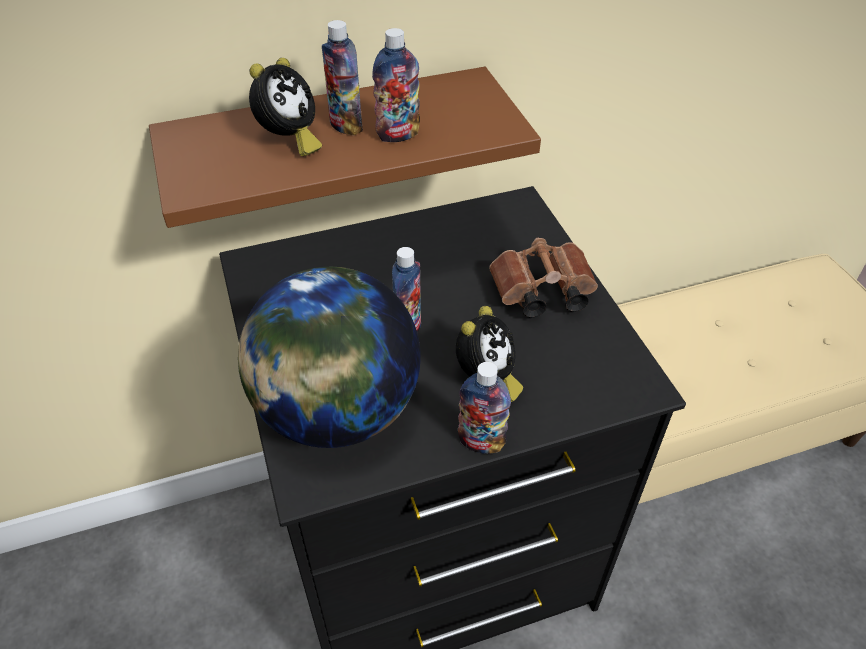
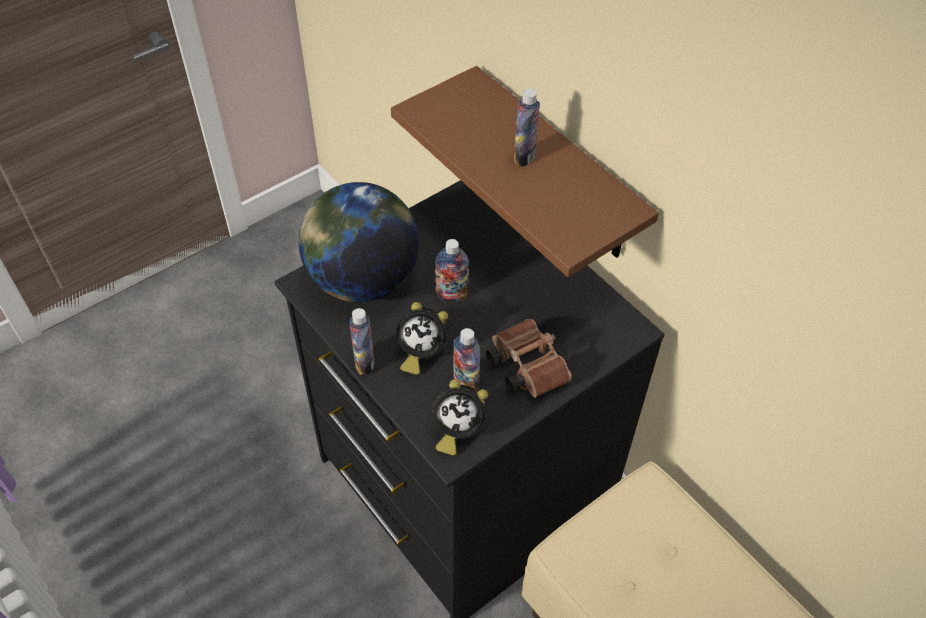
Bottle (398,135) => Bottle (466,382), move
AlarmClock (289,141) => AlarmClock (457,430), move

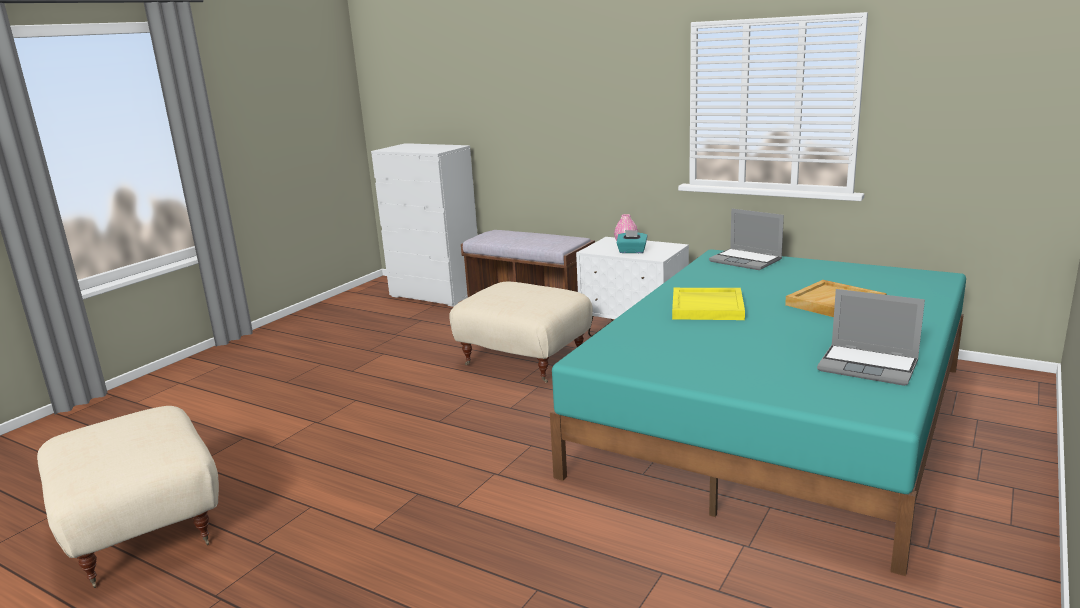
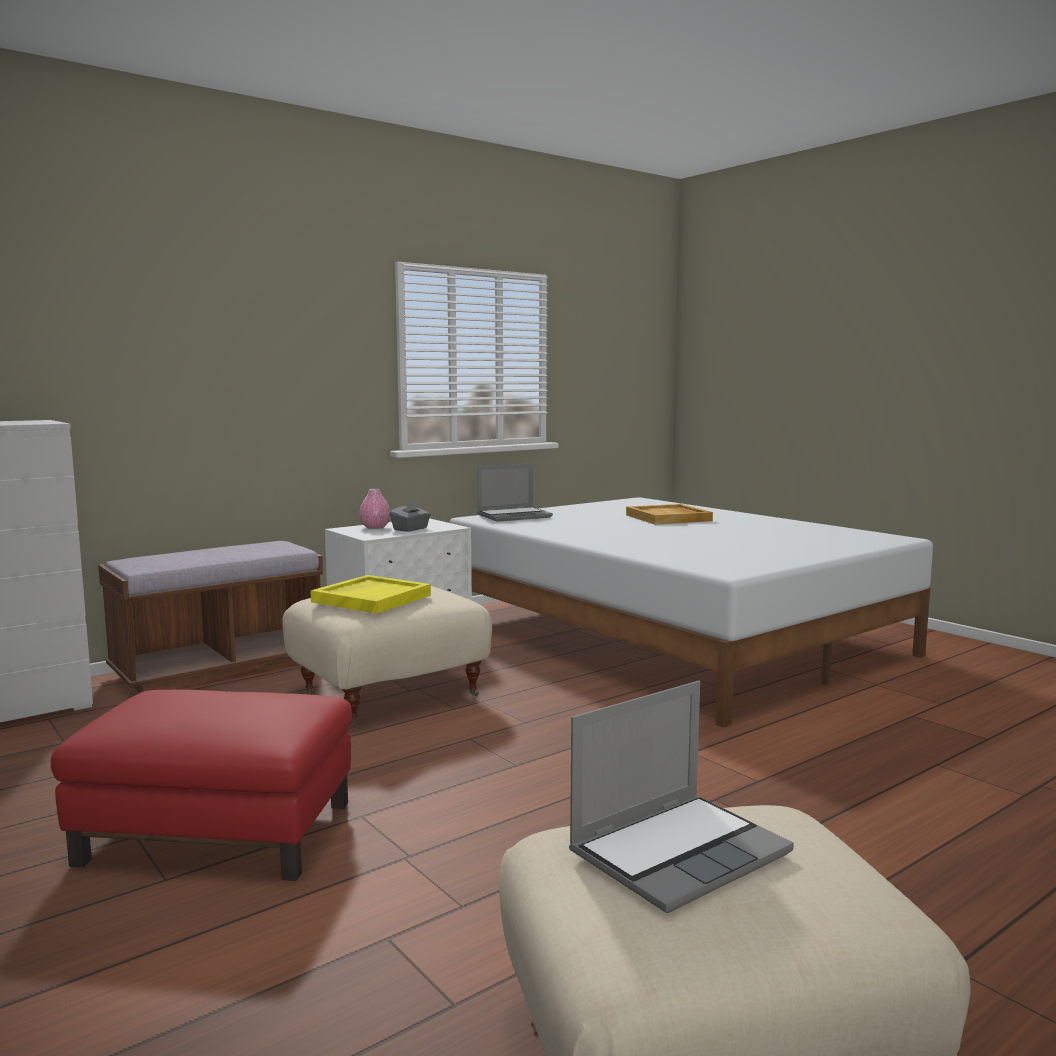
TurquoiseTissueBox (632,251) => GreyTissueBox (411,529)
TurquoiseBed (776,418) => WhiteBed (670,636)
YellowTray (708,307) => YellowTray (371,598), move
Laptop (869,366) => Laptop (679,852), move
nothing => RedOttoman (216,833)

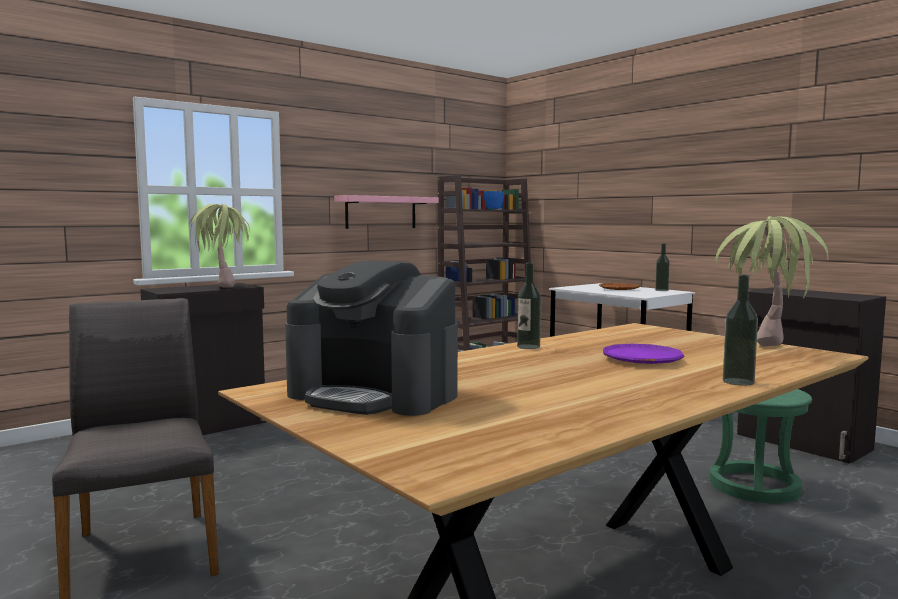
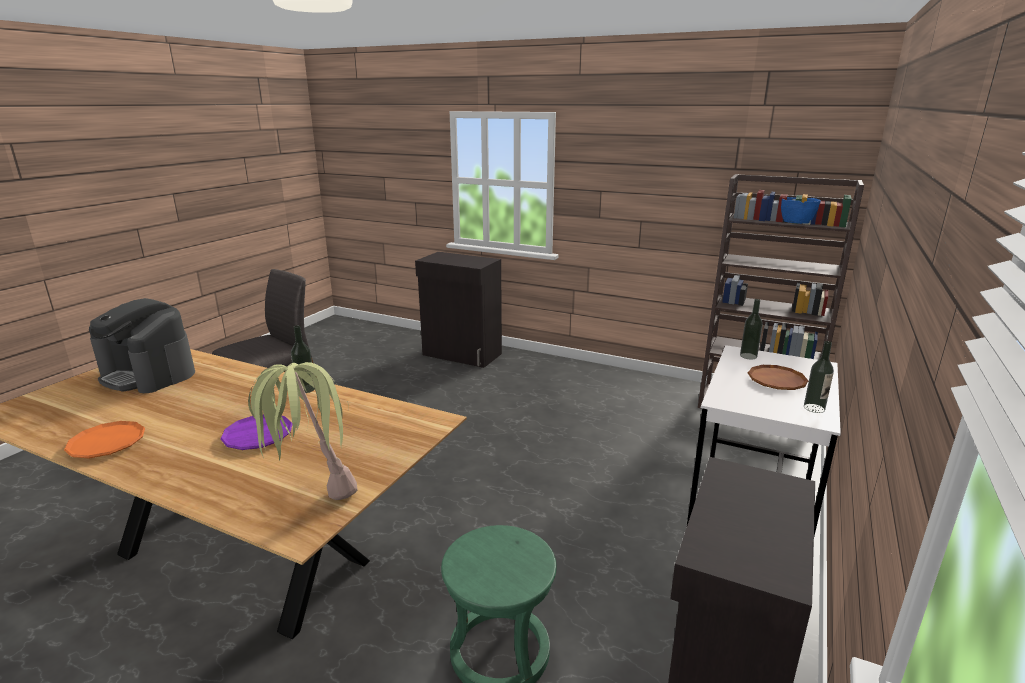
PinkShelf (381,212) => nothing
PottedPlant (223,286) => nothing
CoffeeMachine (375,394) => CoffeeMachine (148,374), 60 degrees counterclockwise
Bottle (738,382) => Bottle (748,356), move
nothing => OrangePlate (107,444)

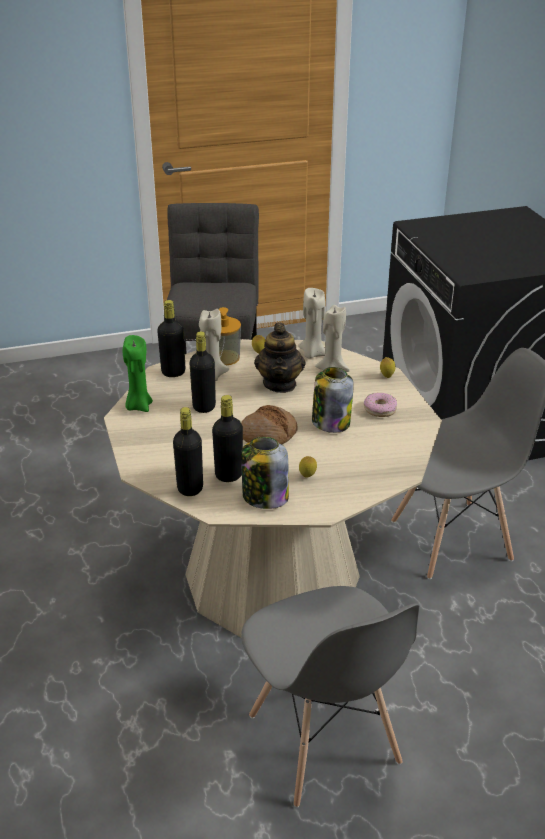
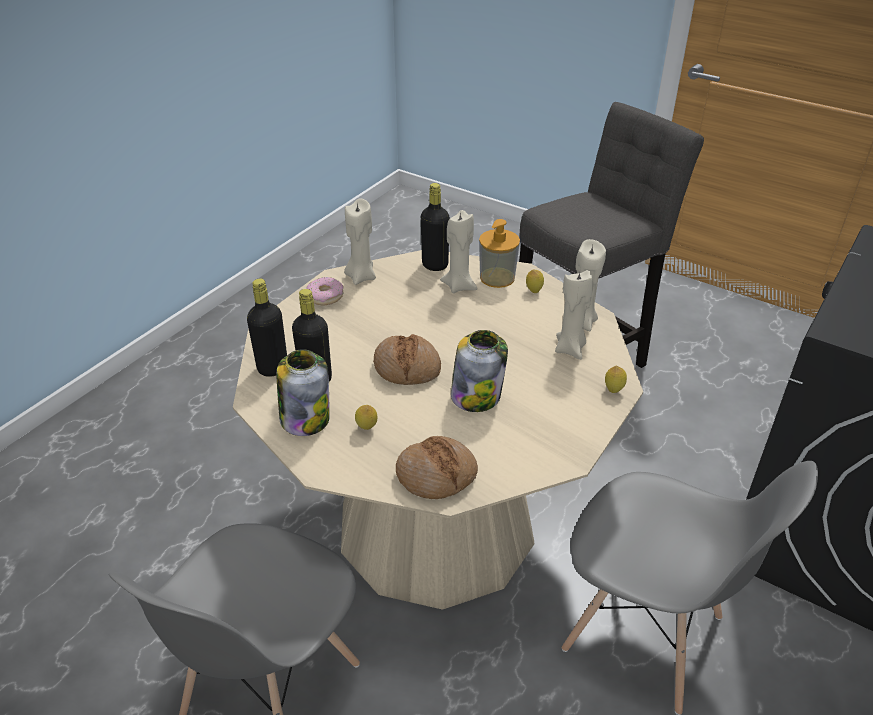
Teapot (280,384) => nothing
BlackBottle (204,407) => nothing
GreenCandle (138,406) => BeigeCandle (361,276)
Donut (380,409) => Donut (325,296), move
nothing => Bread (436,475)

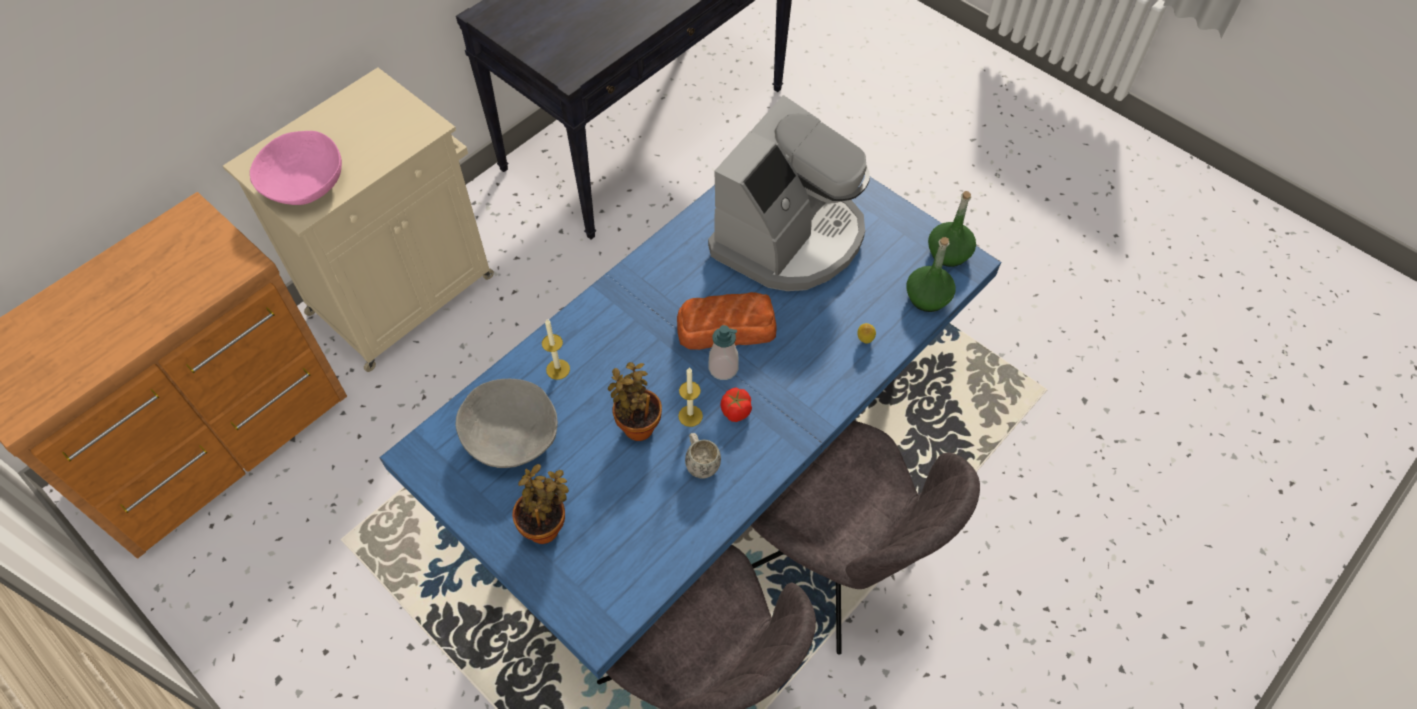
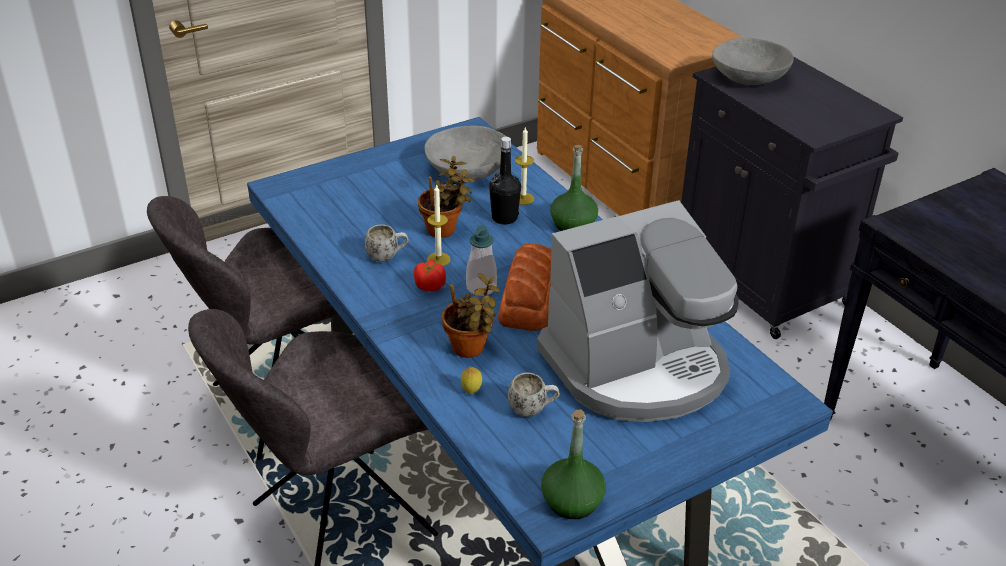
BeigeCabinet (404,292) => BlackCabinet (762,284)
CoffeeMachine (789,237) => CoffeeMachine (637,367), 75 degrees counterclockwise
PinkBowl (304,183) => GreyBowl (749,77)
GreenBottle (927,298) => GreenBottle (573,224), move
PottedPlant (546,526) => PottedPlant (471,349), move
nothing => BlackBottle (504,218)
nothing => WhiteMug (533,409)

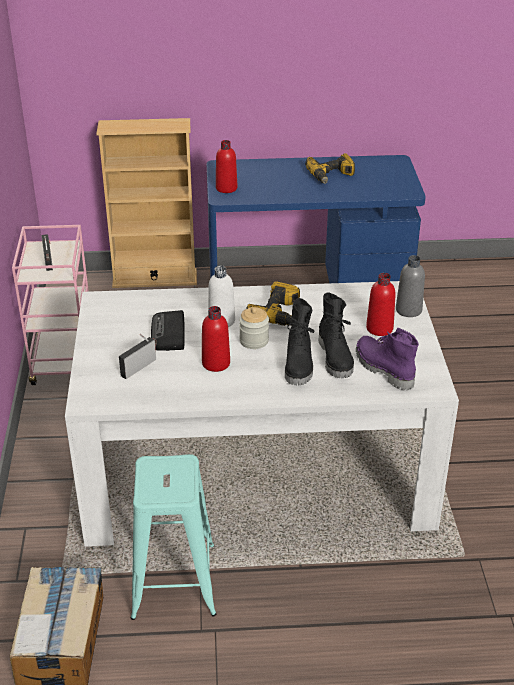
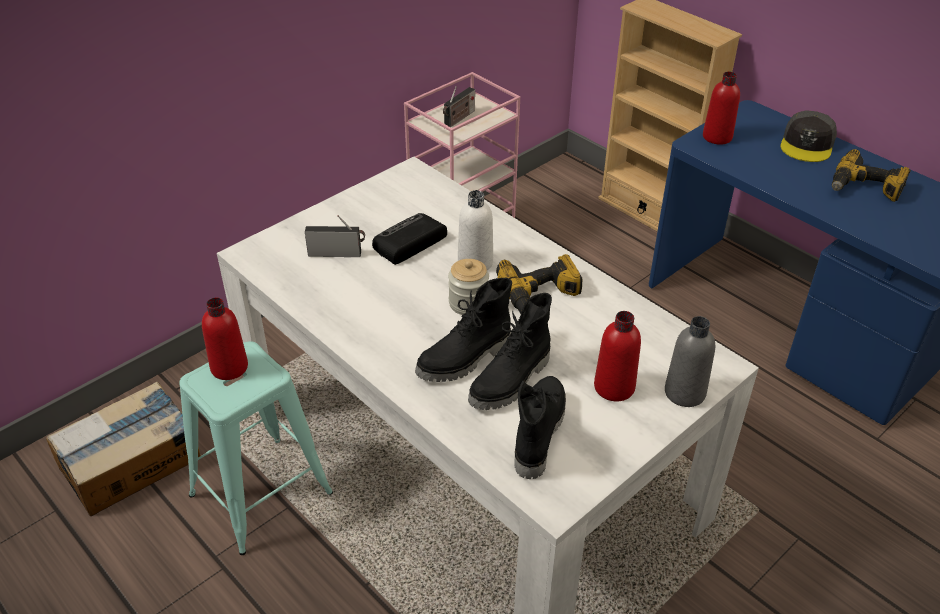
RedBottle (216,363) => RedBottle (229,367), move
PurpleBoot (382,369) => BlackBoot (537,432)
nothing => GreyCap (807,144)

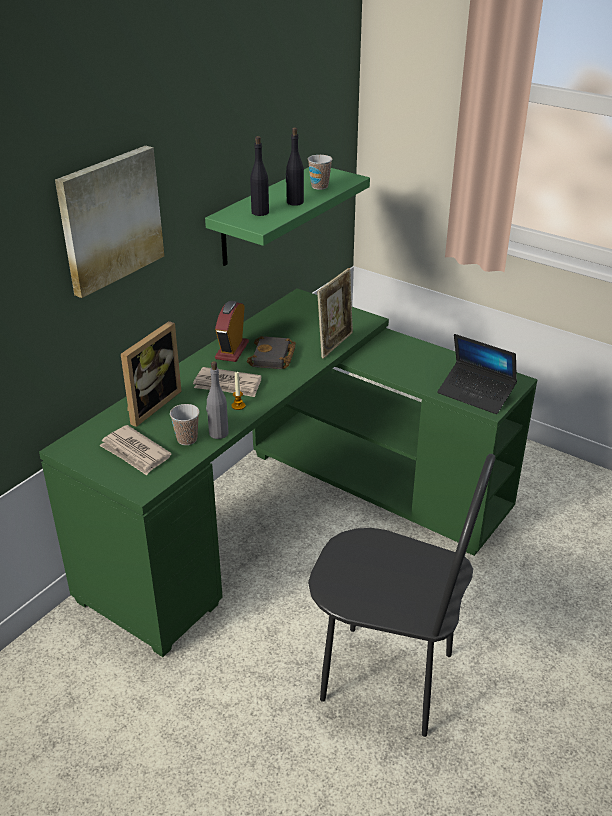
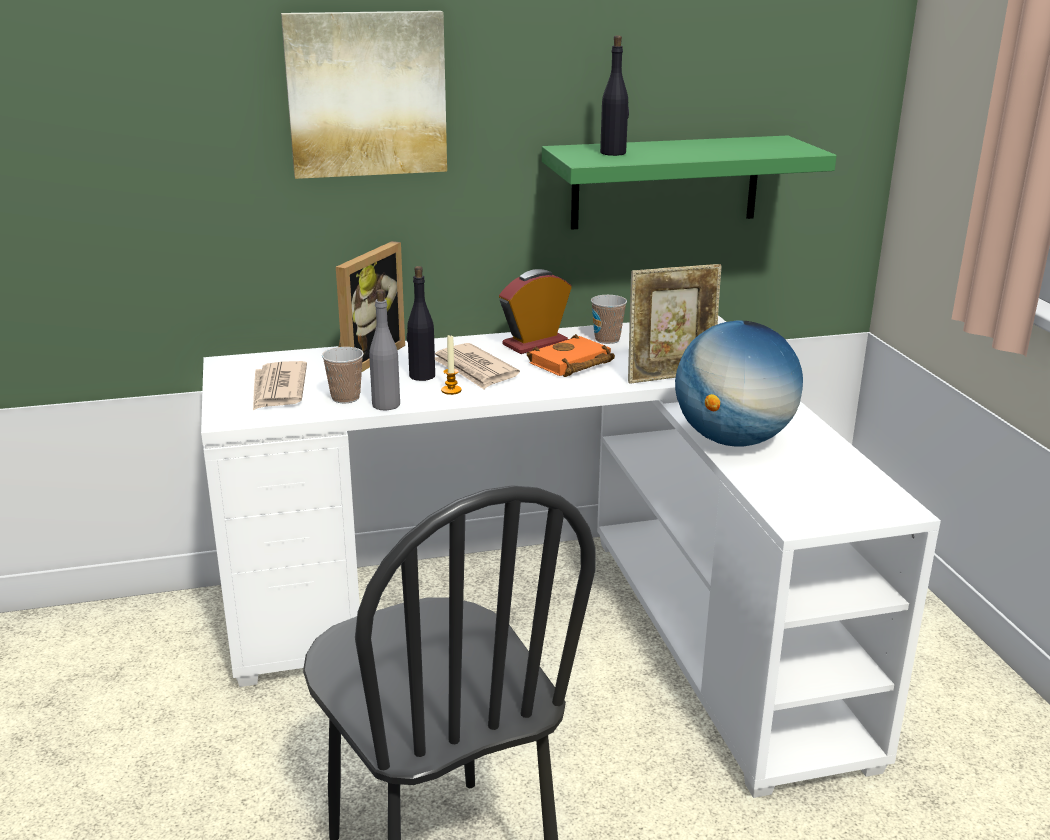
BlackBottle (294,202) => BlackBottle (421,376), move
Cup (319,186) => Cup (607,339), move
GreenDesk (291,516) => WhiteDesk (560,624)
PictureFrame (149,405) => PictureFrame (365,358), 45 degrees counterclockwise
Laptop (476,394) => nothing
BlackBook (273,357) => OrangeBook (571,364)
nothing => Globe (733,440)

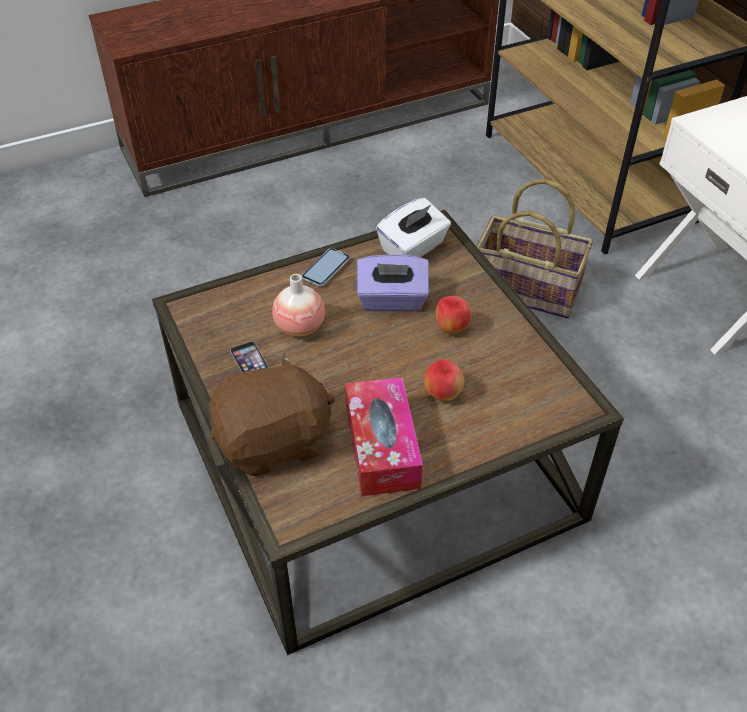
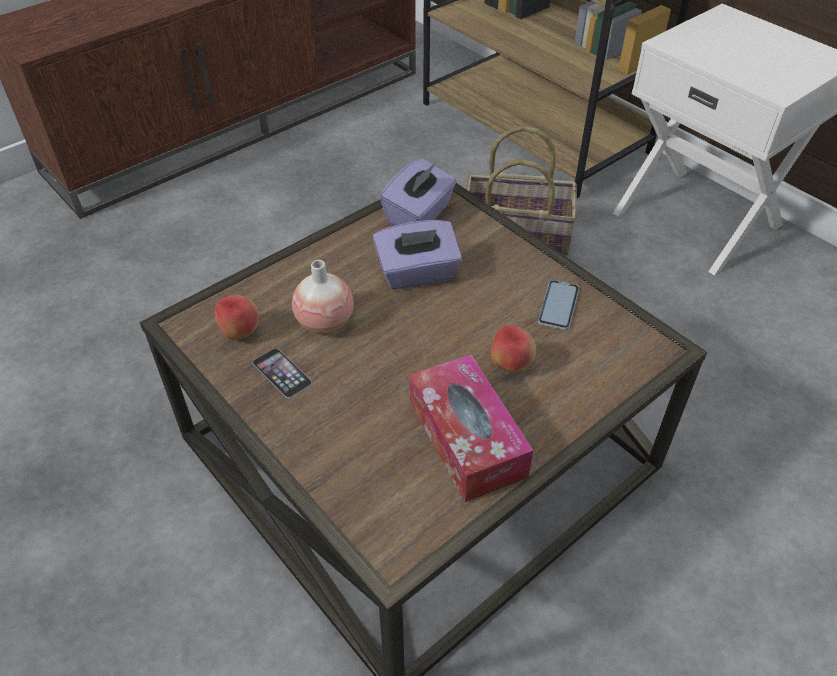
WhiteTissueBox (413,248) => PurpleTissueBox (419,215)
Phone (326,268) => Phone (558,306), move
Apple (451,329) => Apple (240,333), move
BrownPlushToy (274,442) => nothing

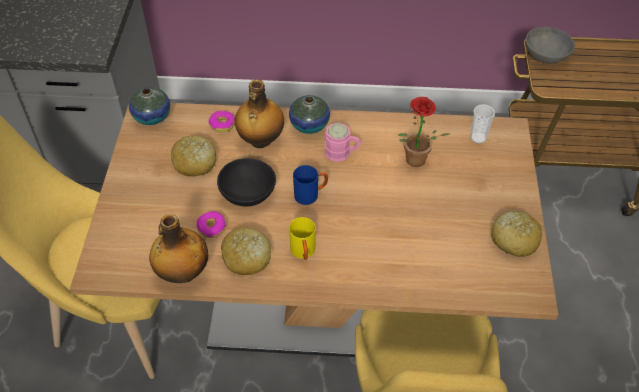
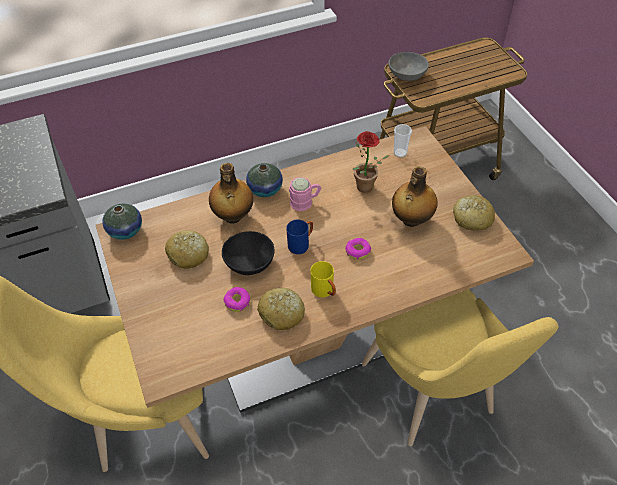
Donut (222,124) => Donut (357,251), move
Bottle (183,273) => Bottle (411,220), move

